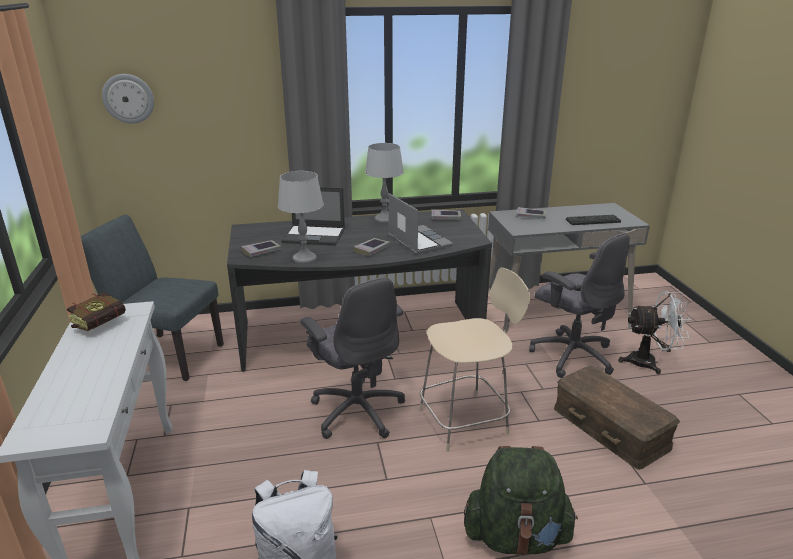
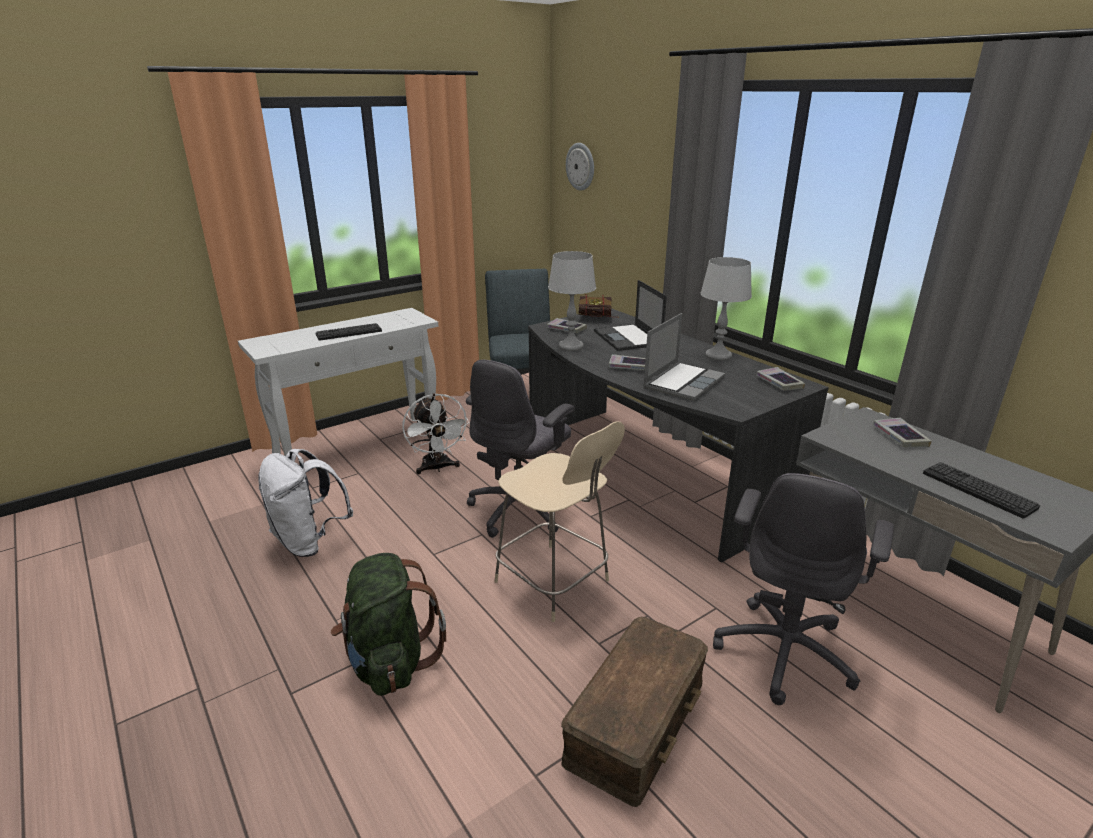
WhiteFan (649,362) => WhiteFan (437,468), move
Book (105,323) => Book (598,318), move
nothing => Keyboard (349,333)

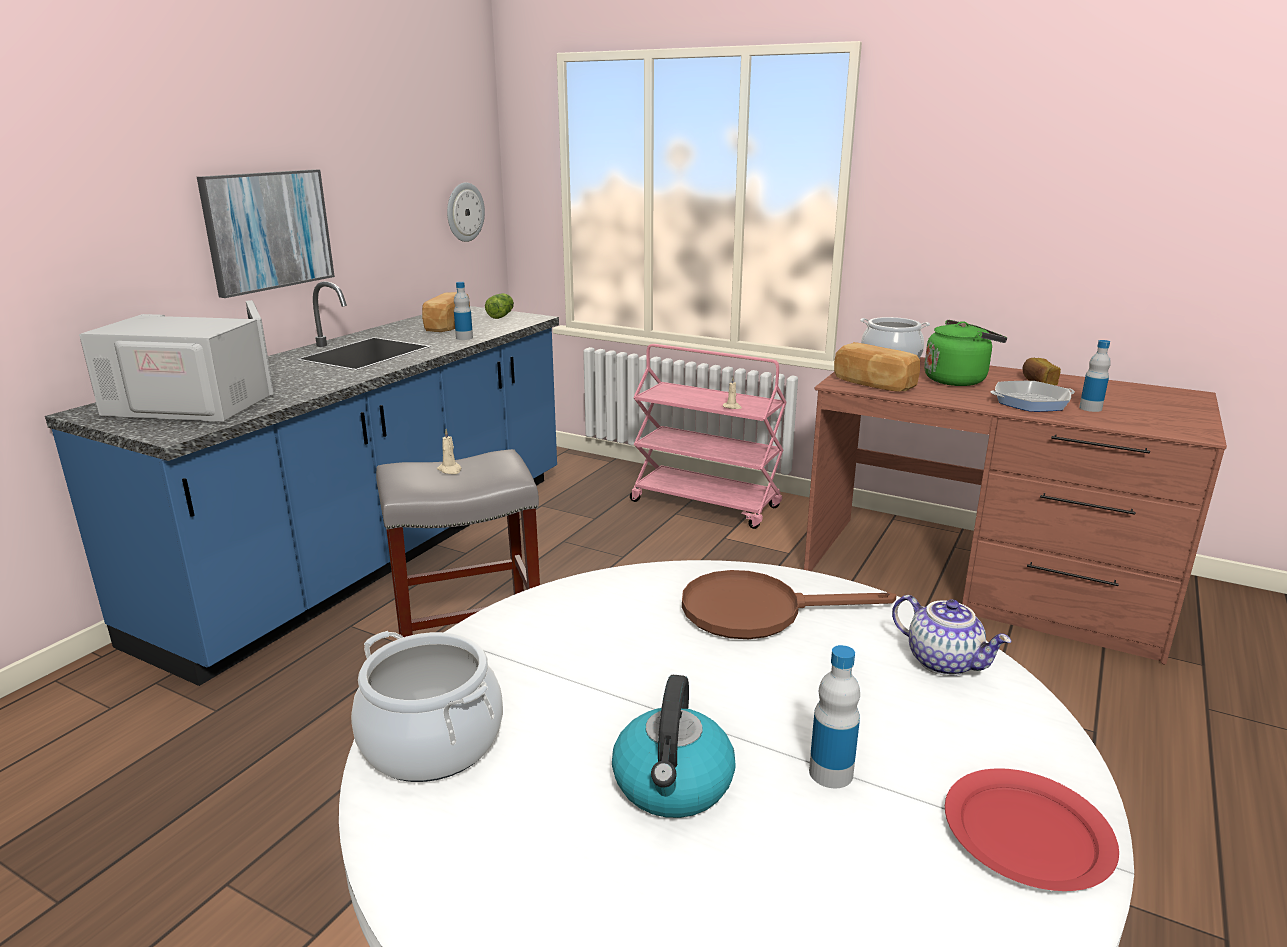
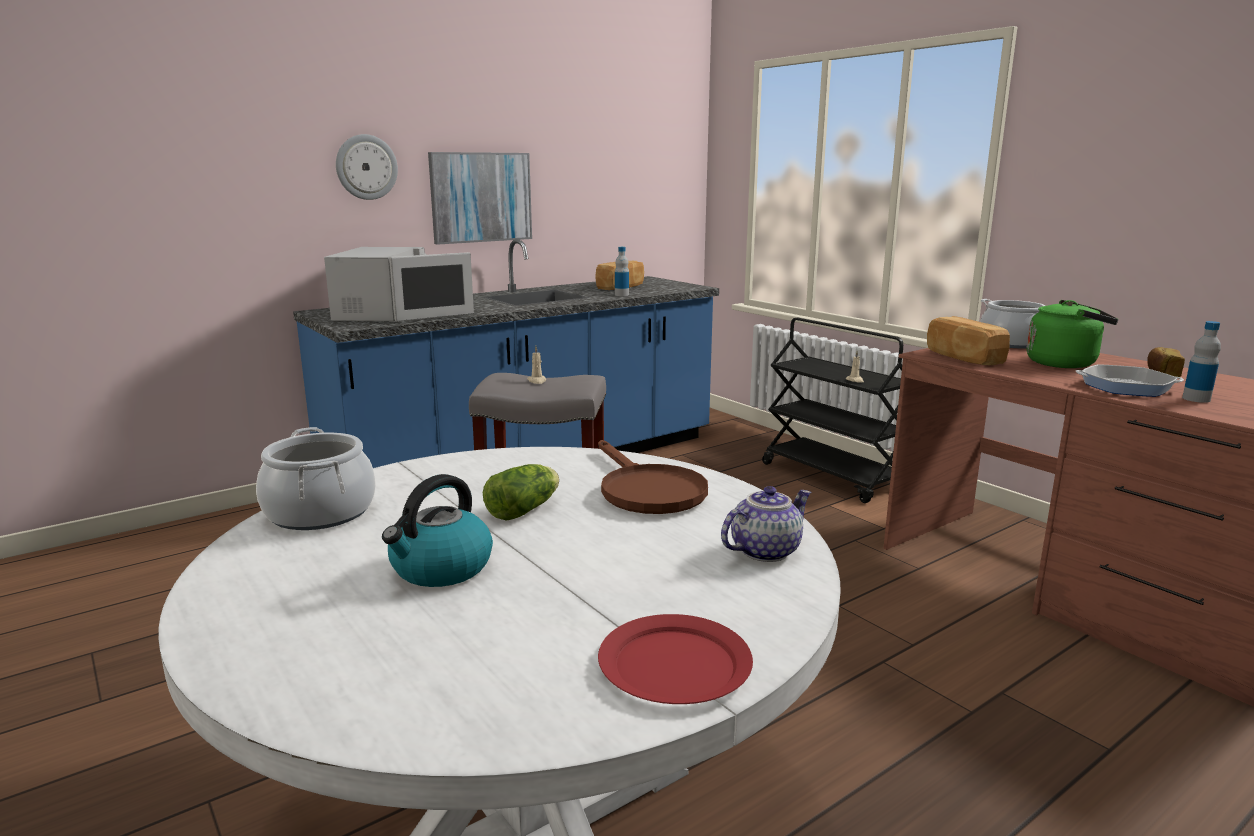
WallClock (464,212) => WallClock (366,167), move
Lettuce (502,315) => Lettuce (526,509), move
WhiteMicrowave (196,404) => WhiteMicrowave (385,314), 60 degrees clockwise
PinkCart (706,504) => BlackCart (832,477)
BrownFryingPan (757,611) => BrownFryingPan (646,490), 135 degrees counterclockwise
Teapot (944,662) => Teapot (764,550), 105 degrees counterclockwise
Bottle (831,772) => nothing

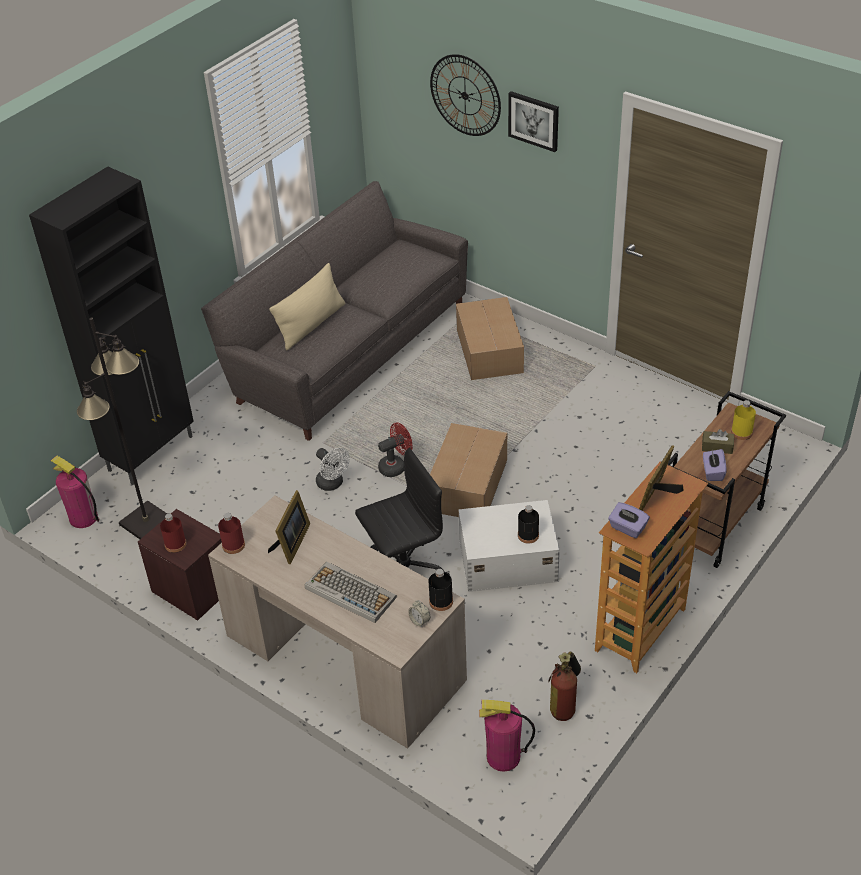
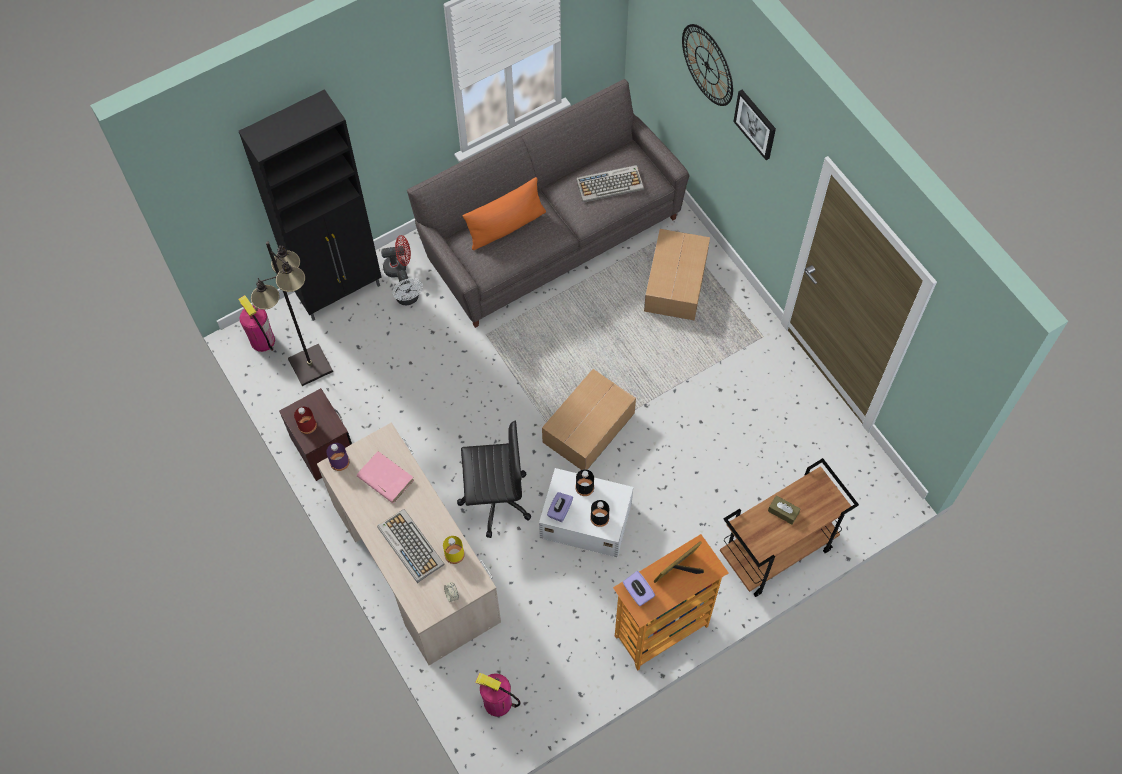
BeigePillow (311,324) => OrangePillow (506,226)
YellowBottle (741,432) => YellowBottle (454,554), move
RedFan (395,466) => RedFan (399,267), move
WhiteFan (332,484) => WhiteFan (408,299), move
PurpleTissueBox (712,472) => PurpleTissueBox (560,510), move
PictureFrame (292,543) => PinkBook (385,478)
RedBottle (233,545) => PurpleBottle (339,462)
BlackBottle (441,601) => BlackBottle (584,487), move
FireExtinguisher (565,703) => nothing
nothing => Keyboard (610,184)

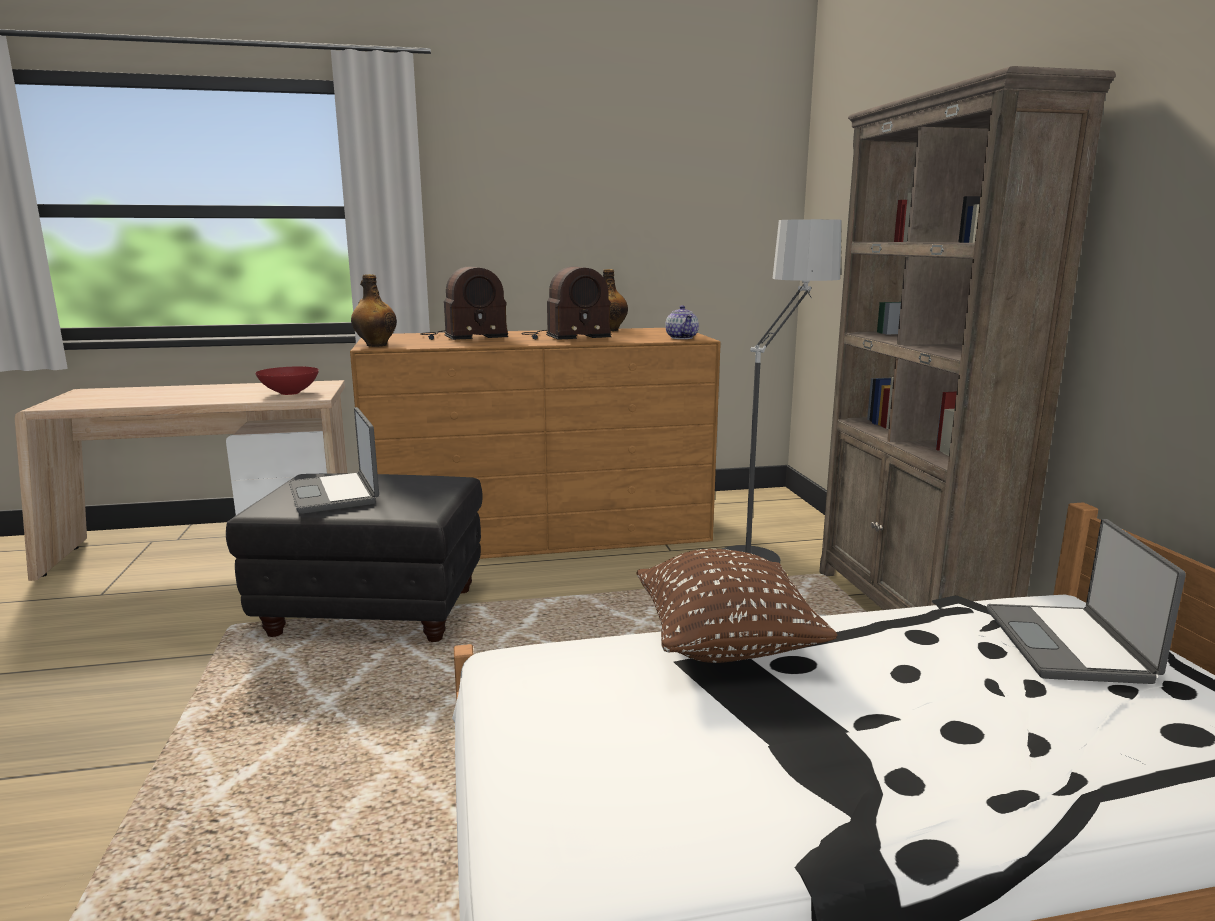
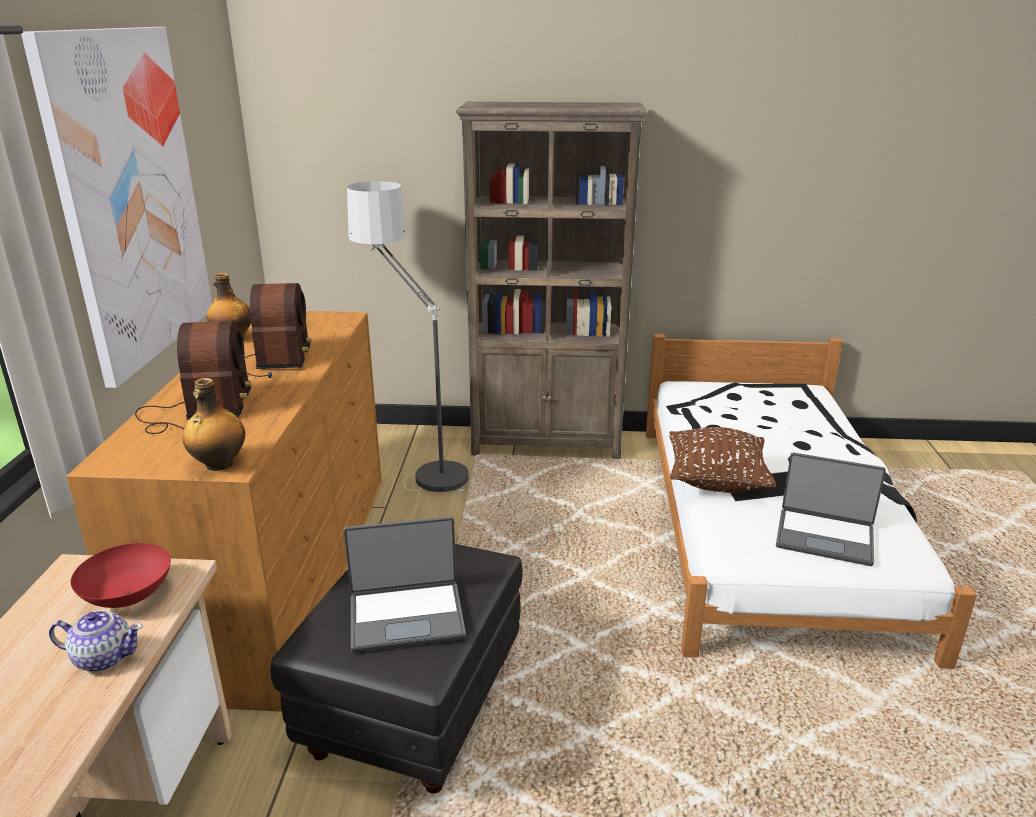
Teapot (681,337) => Teapot (103,657), move
Laptop (1070,645) => Laptop (825,537), move
nothing => Picture (131,199)

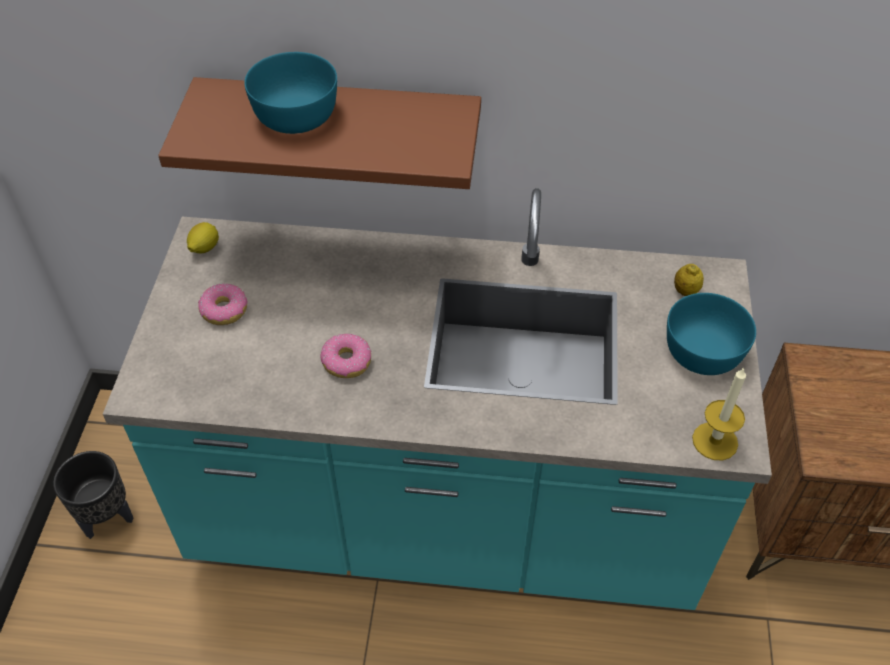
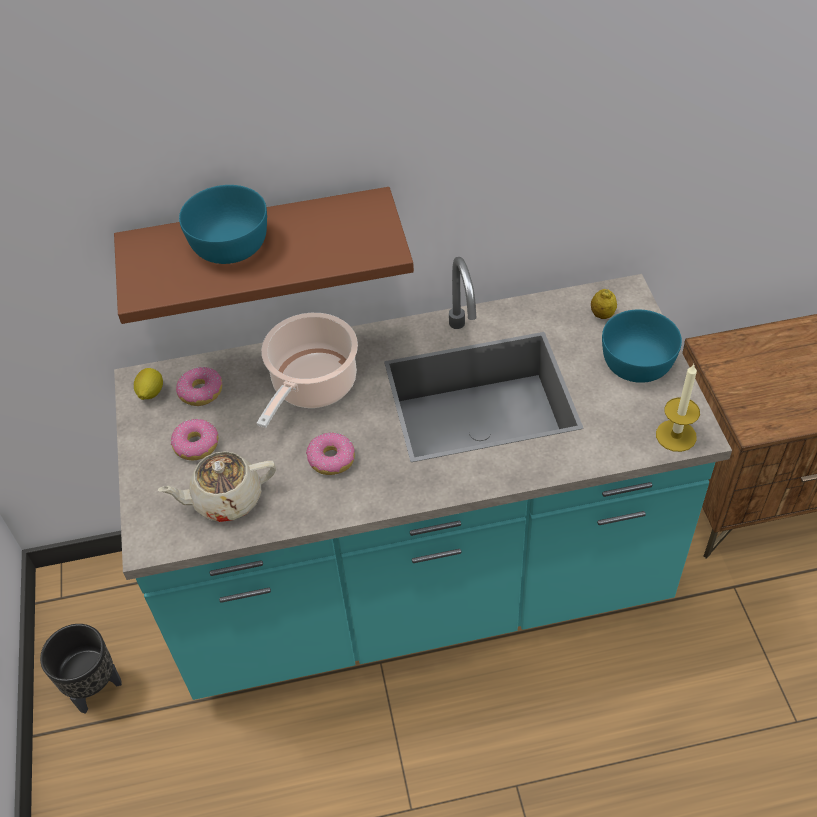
nothing => CookingPot (312,386)
nothing => Donut (201,391)
nothing => BeigeTeapot (226,499)

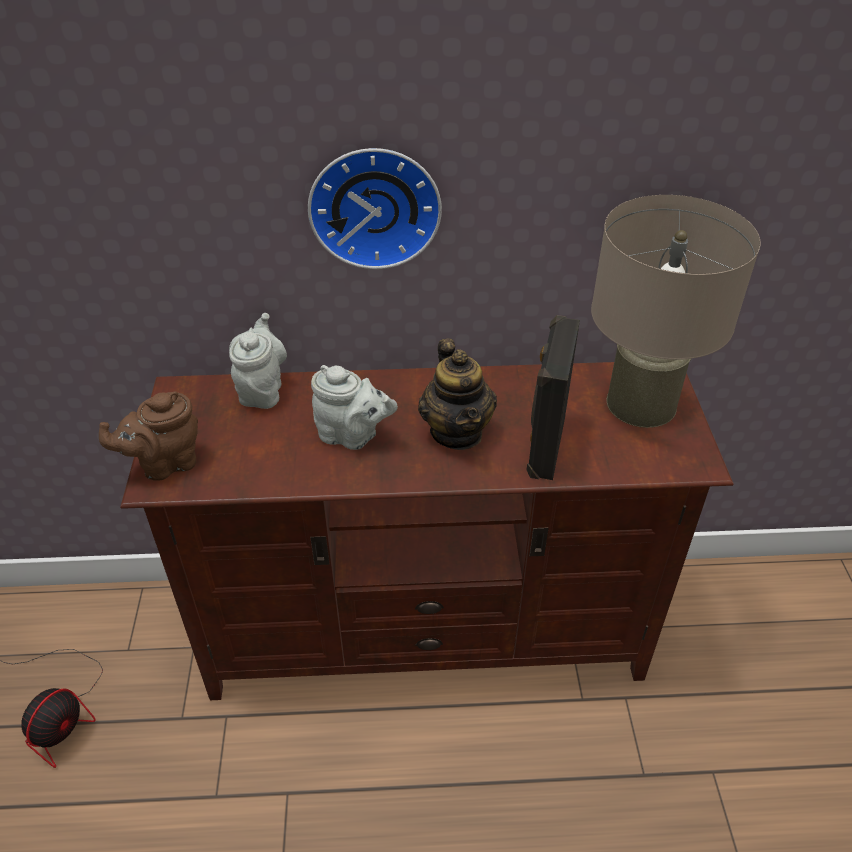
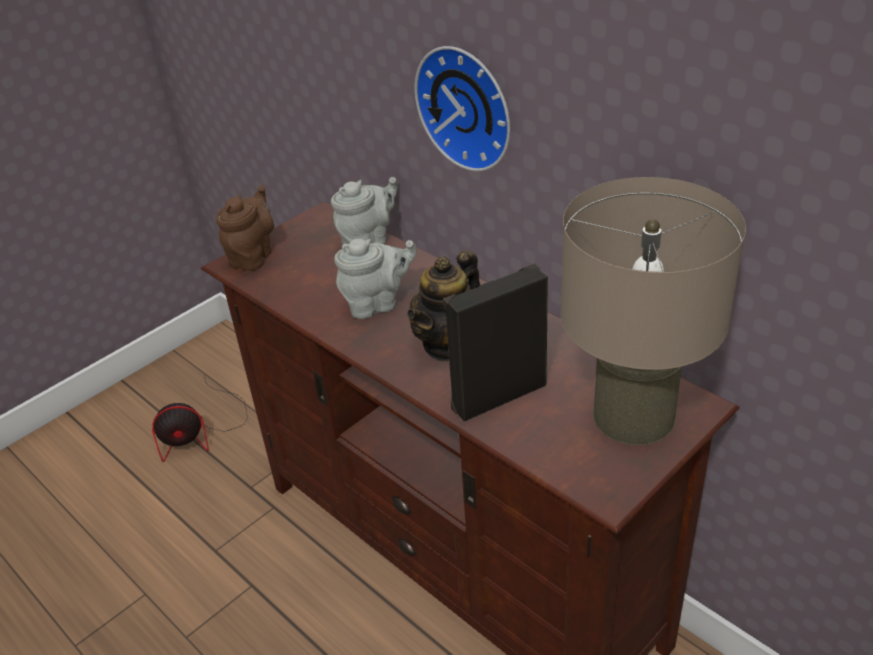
GreyTeapot (352,436) => GreyTeapot (377,304), 90 degrees counterclockwise
BrownTeapot (165,463) => BrownTeapot (253,256), 90 degrees clockwise

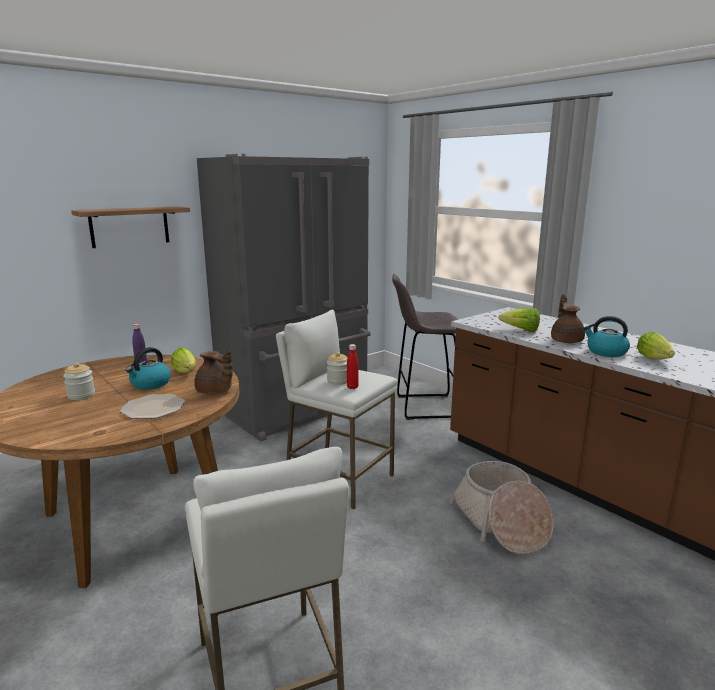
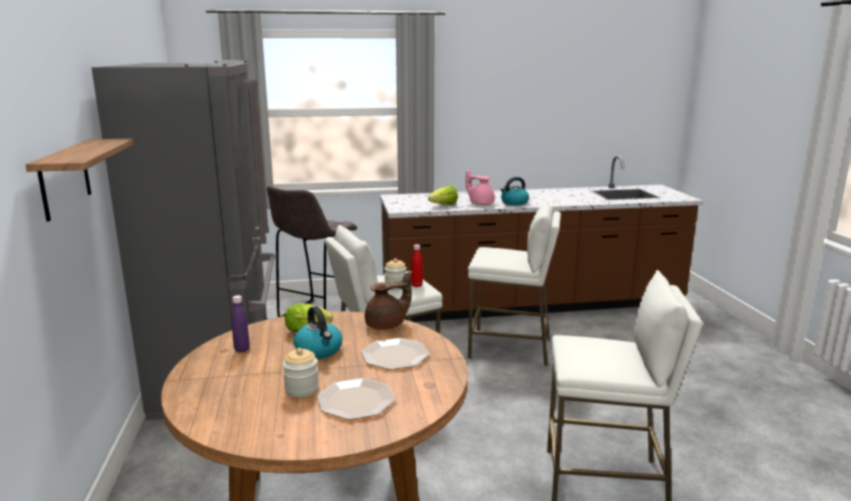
BrownTeapot (566,340) => PinkTeapot (480,203)
Lettuce (655,360) => nothing
Basket (501,523) => WhiteStool (510,348)
nothing => Plate (355,400)

